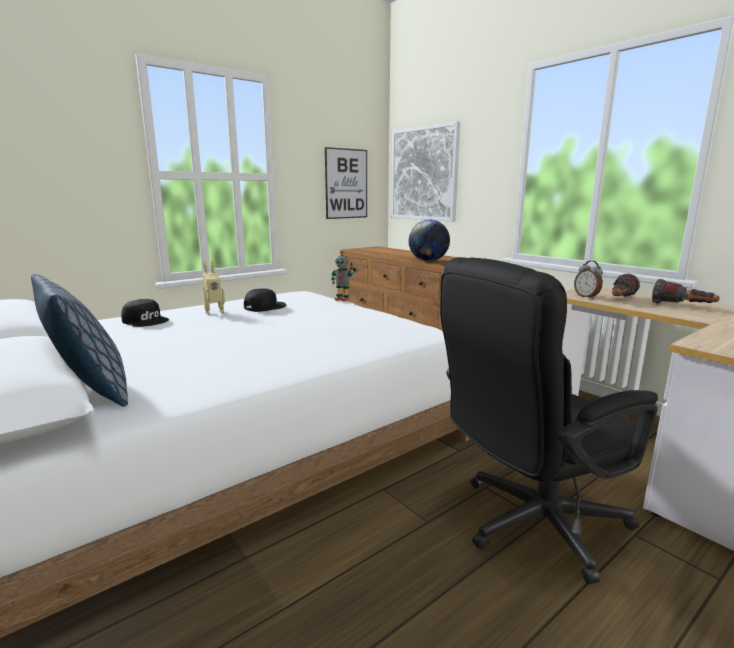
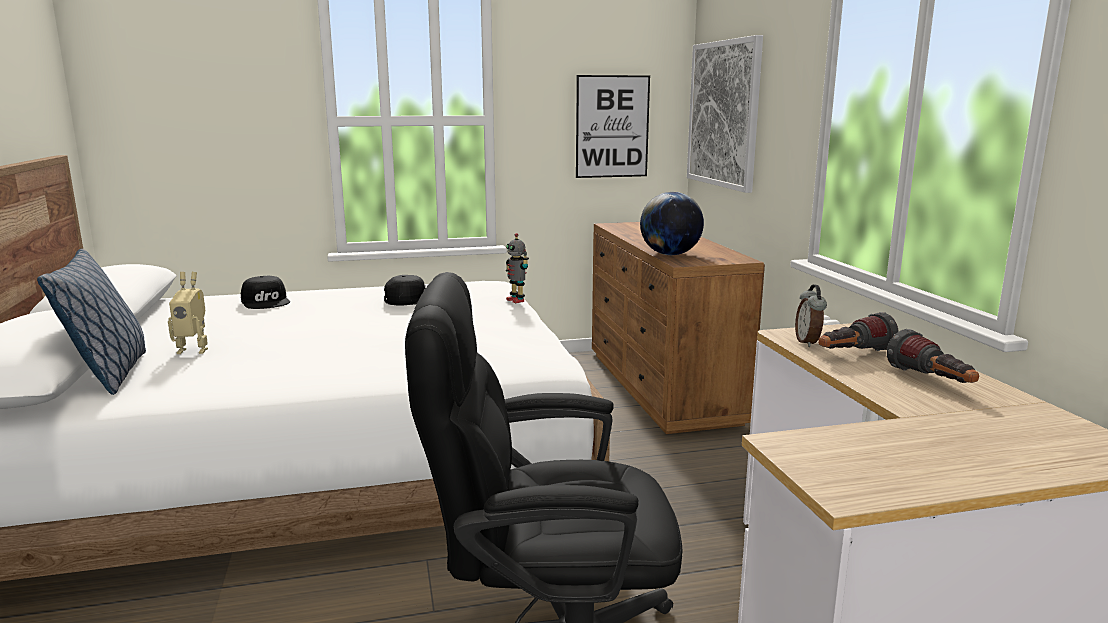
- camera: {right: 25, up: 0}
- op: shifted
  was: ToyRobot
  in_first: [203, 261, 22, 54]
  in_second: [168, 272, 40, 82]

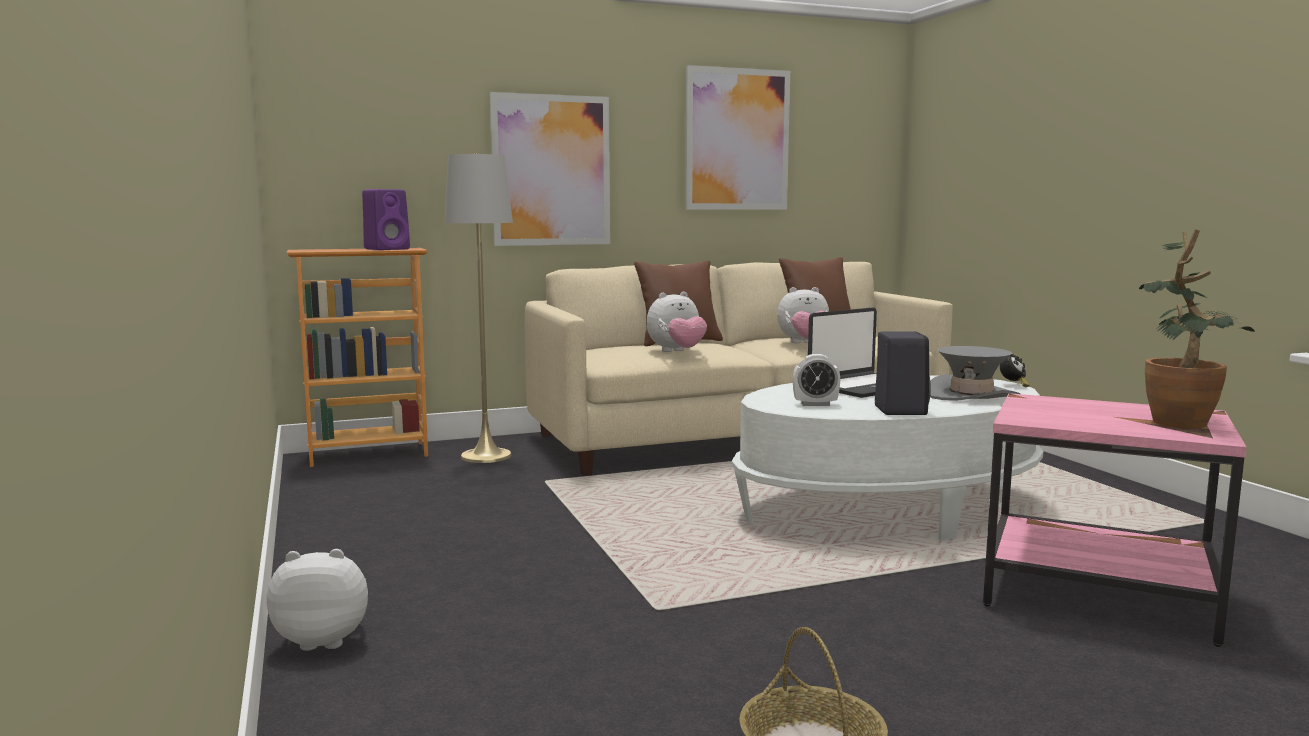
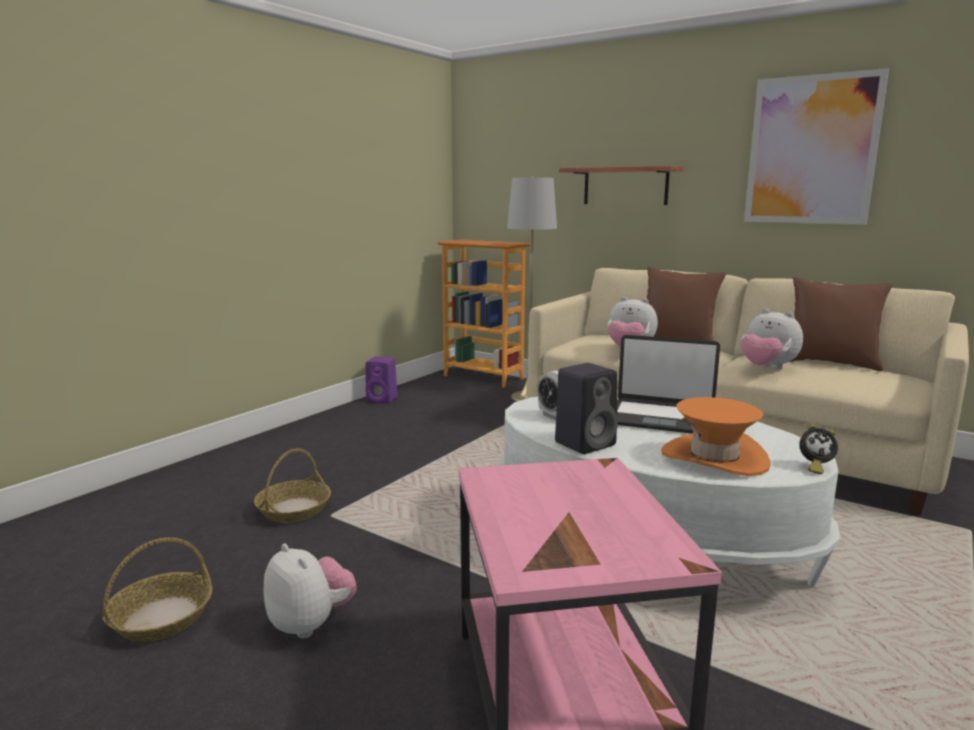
- camera: {right: 55, up: 5}
- op: swapped
  was: Picture
  now: Shelf
  in_first: [489, 92, 121, 154]
  in_second: [559, 166, 124, 39]
- op: shifted
  was: PurpleSpeaker
  in_first: [362, 189, 48, 61]
  in_second: [365, 356, 32, 48]
- op: gone
  was: PottedPlant
  in_first: [1139, 229, 116, 200]
- op: repainted
  was: GreyHat
  now: OrangeHat
  in_first: [930, 346, 90, 55]
  in_second: [661, 397, 110, 79]
- op: shifted
  was: PlushToy
  in_first: [267, 549, 101, 102]
  in_second: [263, 544, 94, 94]
- op: new
  now: Basket
  in_second: [254, 448, 77, 75]

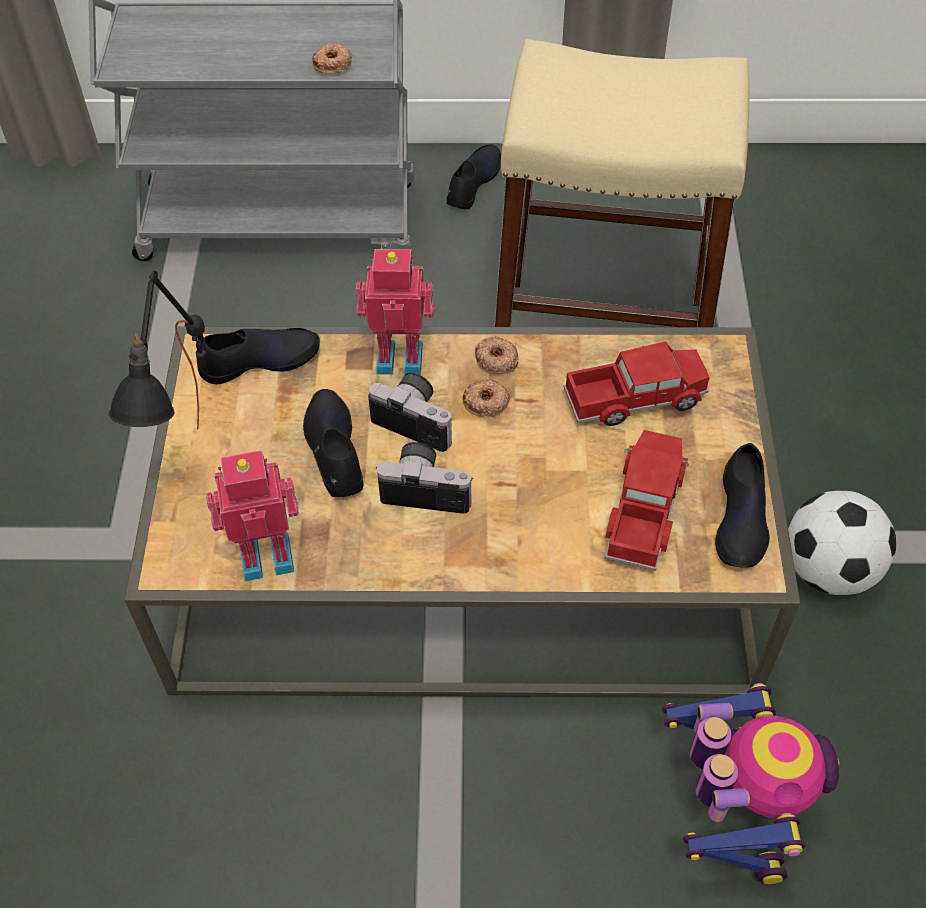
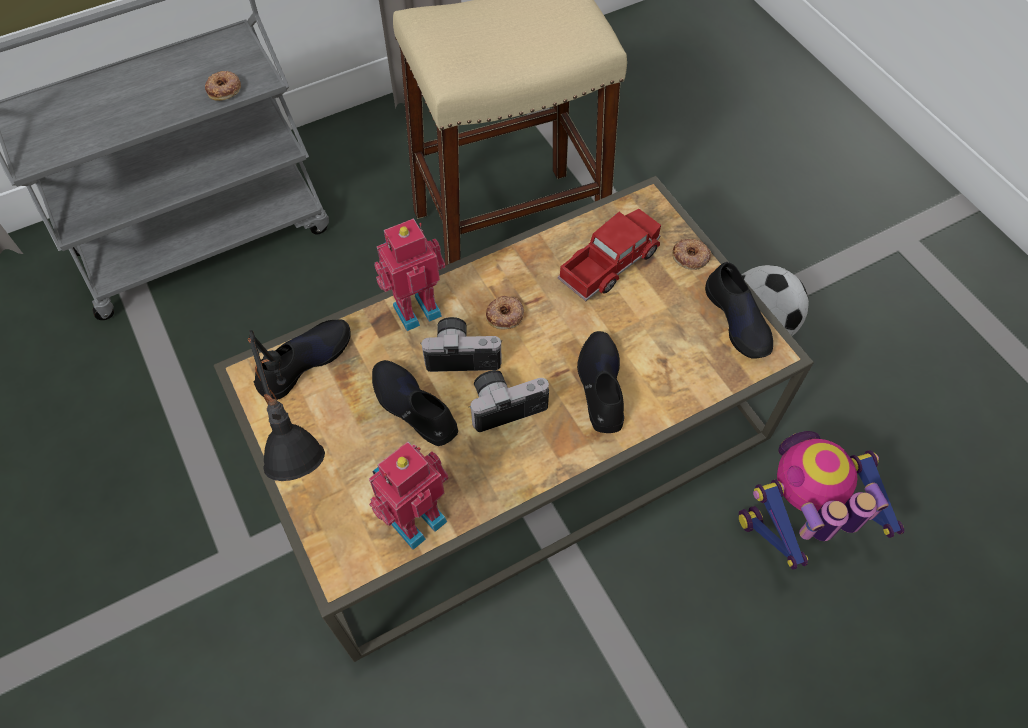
- camera: {right: -30, up: 5}
- op: shifted
  was: BlackShoe
  in_first: [447, 144, 54, 66]
  in_second: [577, 331, 47, 102]
- op: shifted
  was: Donut
  in_first: [475, 336, 43, 38]
  in_second: [672, 239, 39, 31]
- op: gone
  was: ToyTruck
  in_first: [605, 430, 84, 141]
- op: rotated
  was: ToyRobot
  in_first: [662, 683, 177, 201]
  in_second: [739, 431, 165, 139]
  clockwise: -75

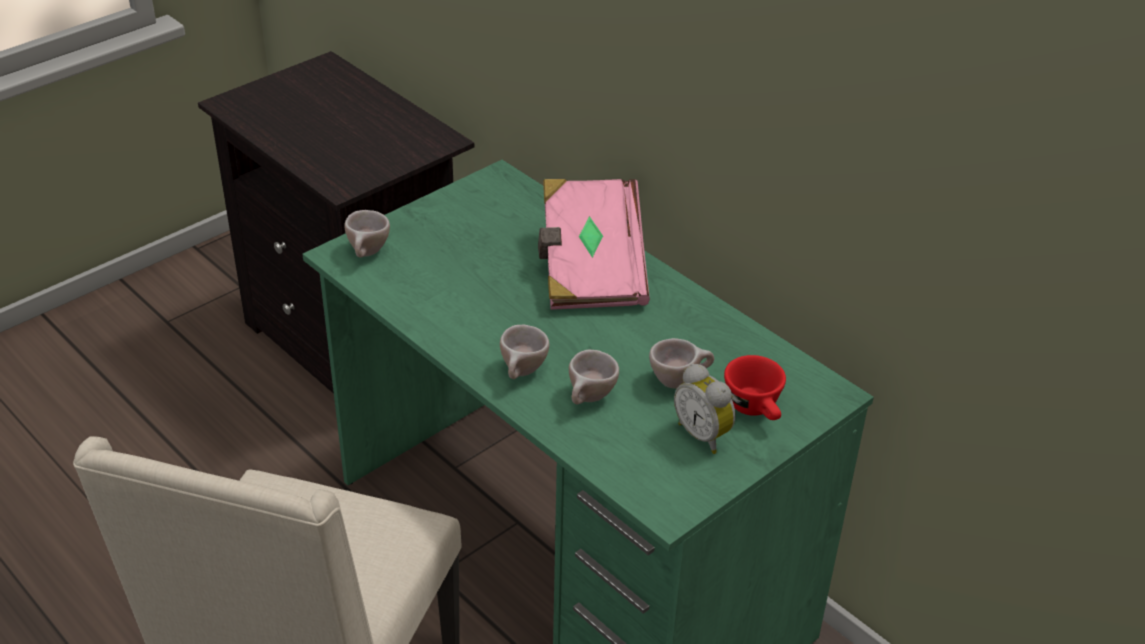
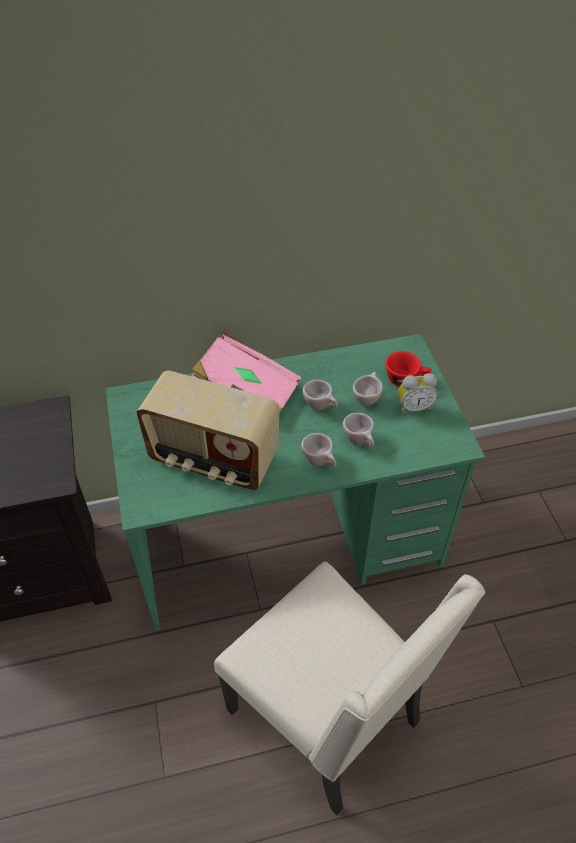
- camera: {right: -60, up: 10}
- op: shifted
  was: BeigeCup
  in_first: [344, 210, 46, 47]
  in_second: [302, 380, 36, 30]
- op: new
  now: Radio
  in_second: [137, 370, 142, 120]

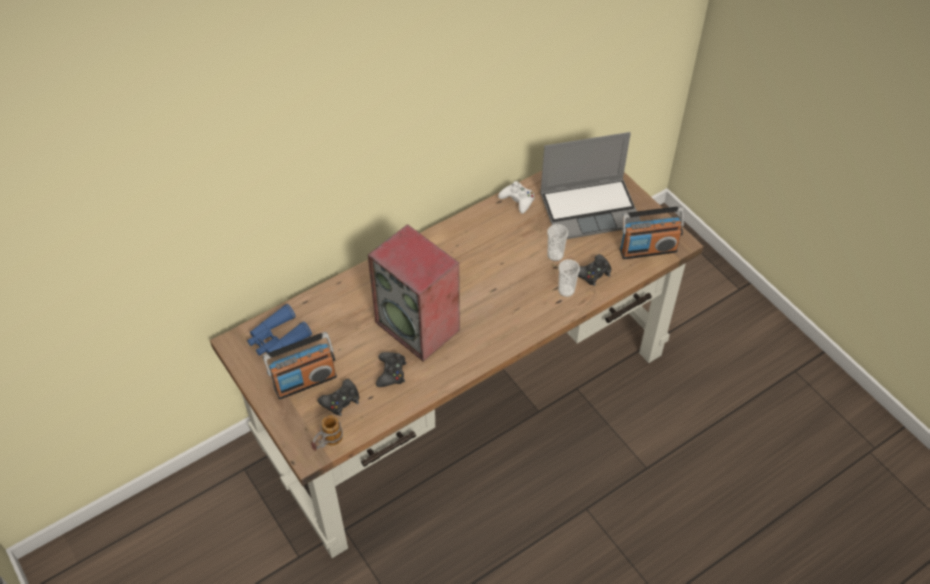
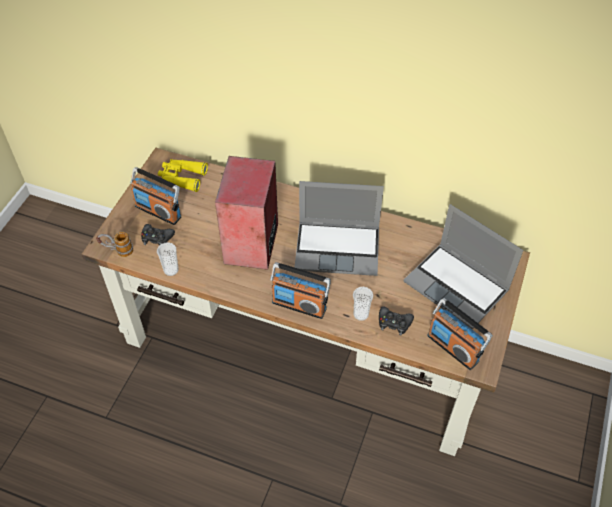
- camera: {right: 55, up: 0}
- op: gone
  was: WhiteGameController
  in_first: [498, 181, 36, 33]
- op: shifted
  was: Cup
  in_first: [547, 224, 21, 37]
  in_second: [157, 242, 22, 34]
- op: repainted
  was: BlueBinoculars
  now: YellowBinoculars
  in_first: [247, 304, 65, 52]
  in_second: [158, 159, 50, 33]
- op: gone
  was: BlackGameController
  in_first: [376, 352, 30, 35]
- op: new
  now: Laptop
  in_second: [294, 181, 90, 95]
- op: new
  now: Radio
  in_second: [271, 262, 60, 57]

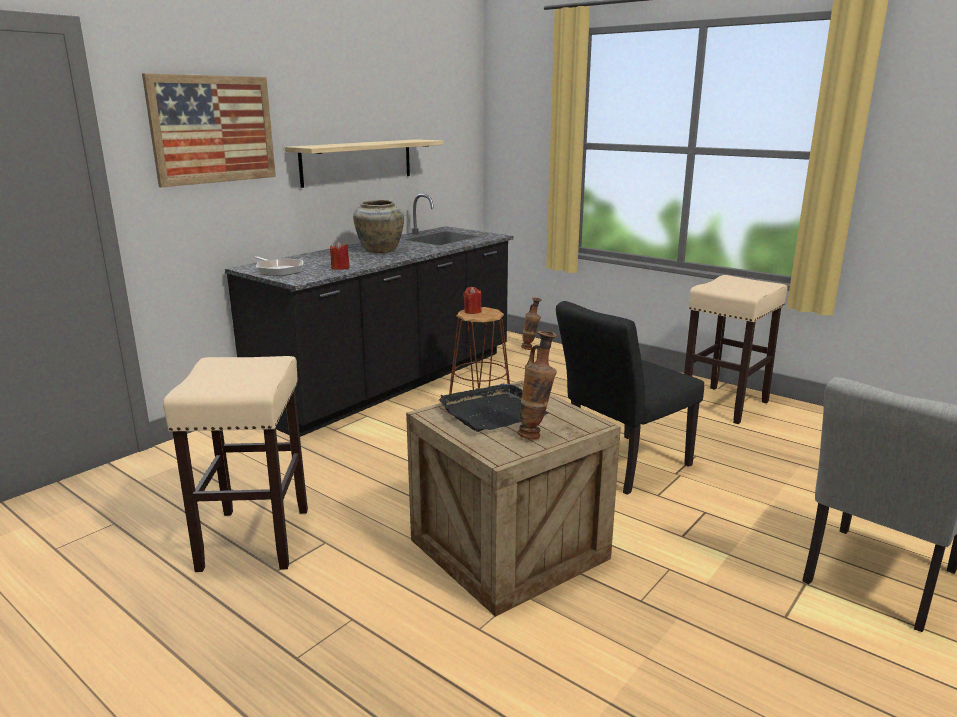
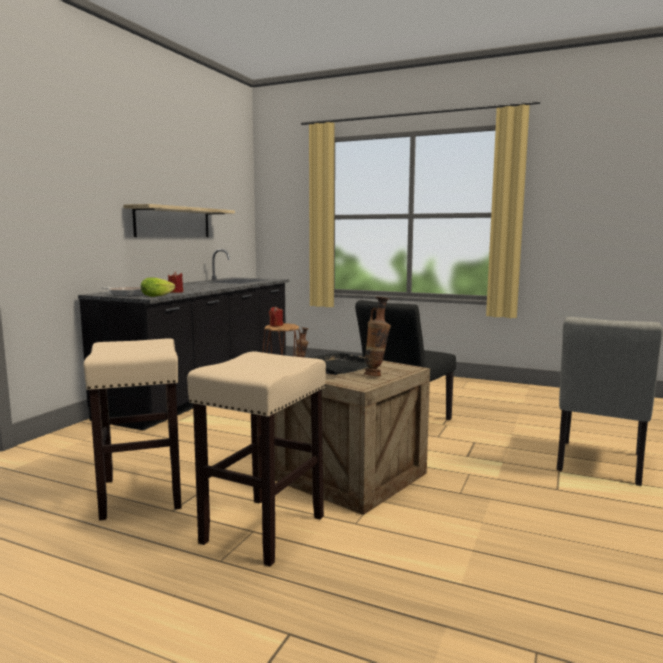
- camera: {right: -15, up: -10}
- op: gone
  was: Picture
  in_first: [142, 73, 134, 114]
- op: gone
  was: BeigeVase
  in_first: [353, 200, 51, 53]
- op: shifted
  was: BeigeStool
  in_first: [684, 275, 104, 149]
  in_second: [187, 352, 139, 214]
- op: new
  now: Lettuce
  in_second: [141, 278, 34, 19]

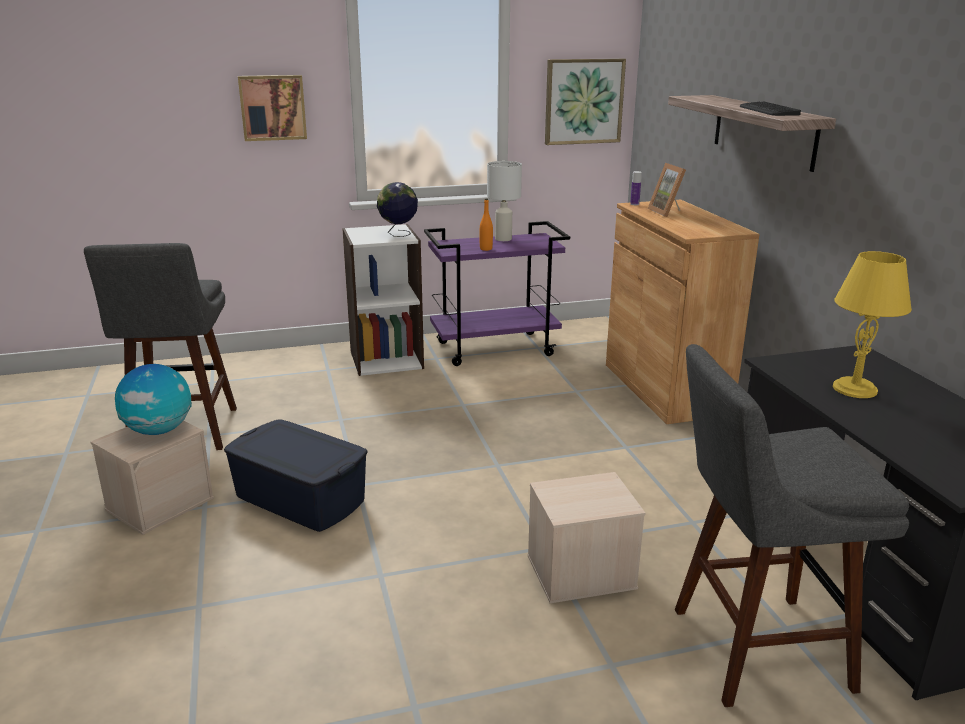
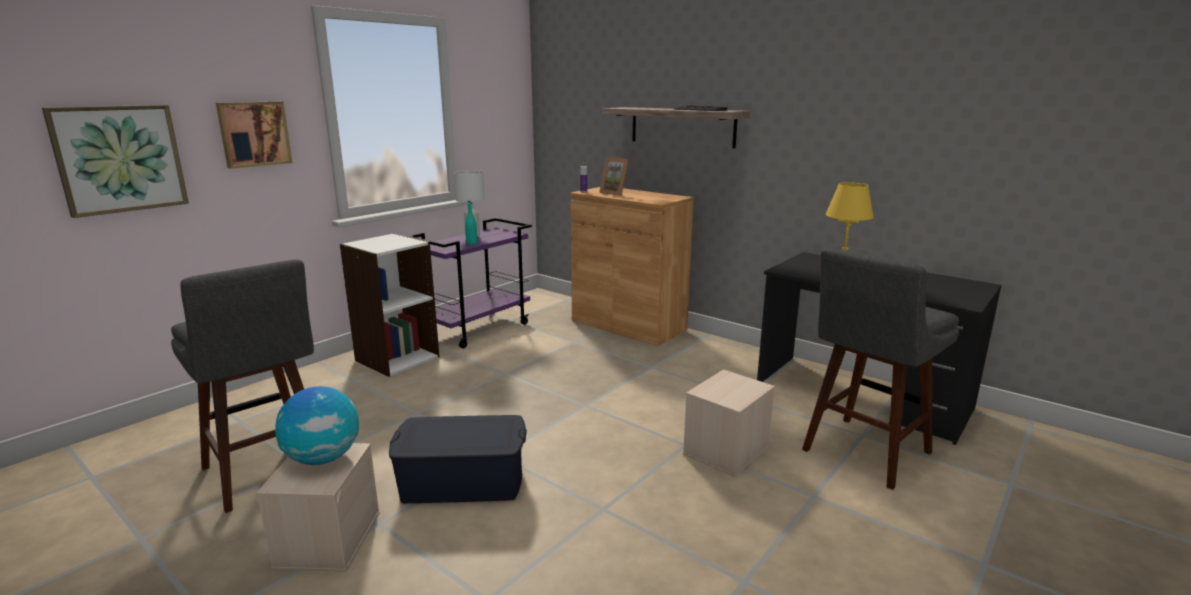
- camera: {right: -35, up: -5}
- op: shifted
  was: Picture
  in_first: [545, 58, 81, 87]
  in_second: [42, 105, 147, 113]
- op: gone
  was: Globe
  in_first: [377, 182, 41, 55]
- op: repainted
  was: OrangeBottle
  now: TurquoiseBottle
  in_first: [480, 199, 13, 52]
  in_second: [465, 201, 12, 44]

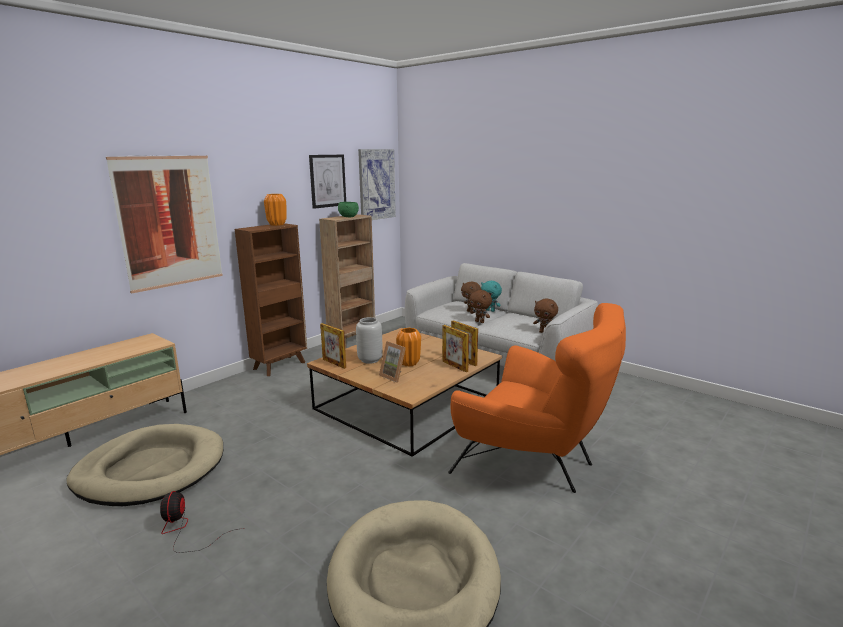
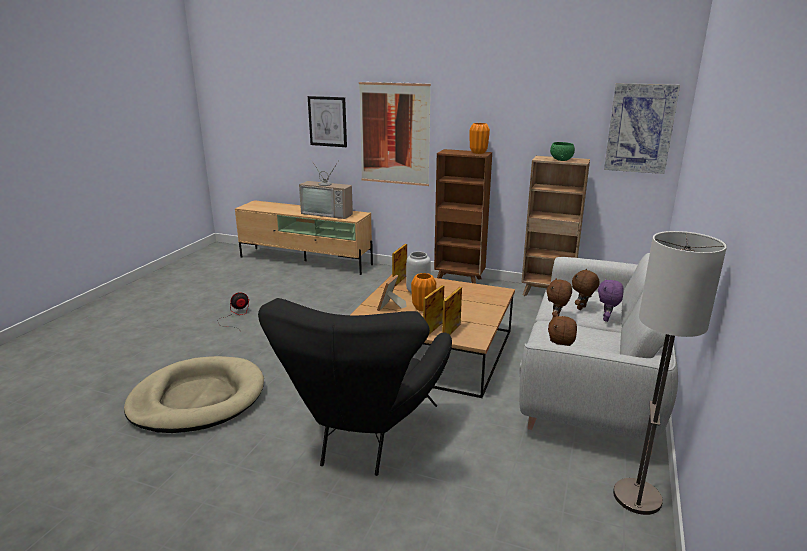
- camera: {right: 70, up: 5}
- op: shifted
  was: Picture
  in_first: [309, 155, 37, 54]
  in_second: [308, 96, 39, 51]
- op: repainted
  was: TurquoisePlushToy
  now: PurplePlushToy
  in_first: [481, 281, 21, 31]
  in_second: [598, 278, 26, 44]
- op: repainted
  was: OrangeArmchair
  now: BlackArmchair
  in_first: [448, 303, 178, 190]
  in_second: [258, 298, 194, 178]
- op: gone
  was: BeigeDogBed
  in_first: [66, 424, 157, 82]
- op: new
  now: Television
  in_second: [299, 160, 54, 59]
- op: new
  now: FloorLamp
  in_second: [613, 231, 114, 284]

